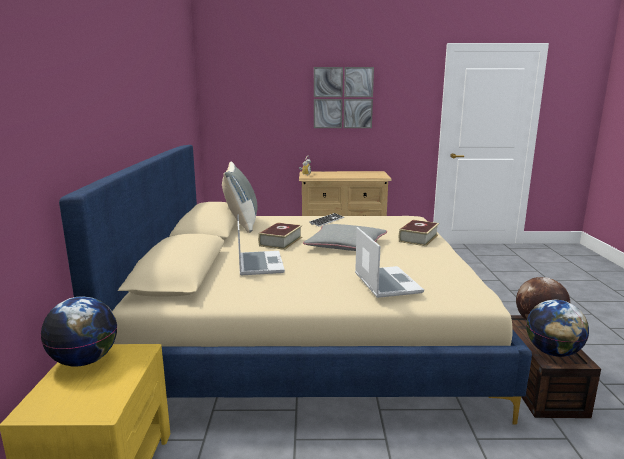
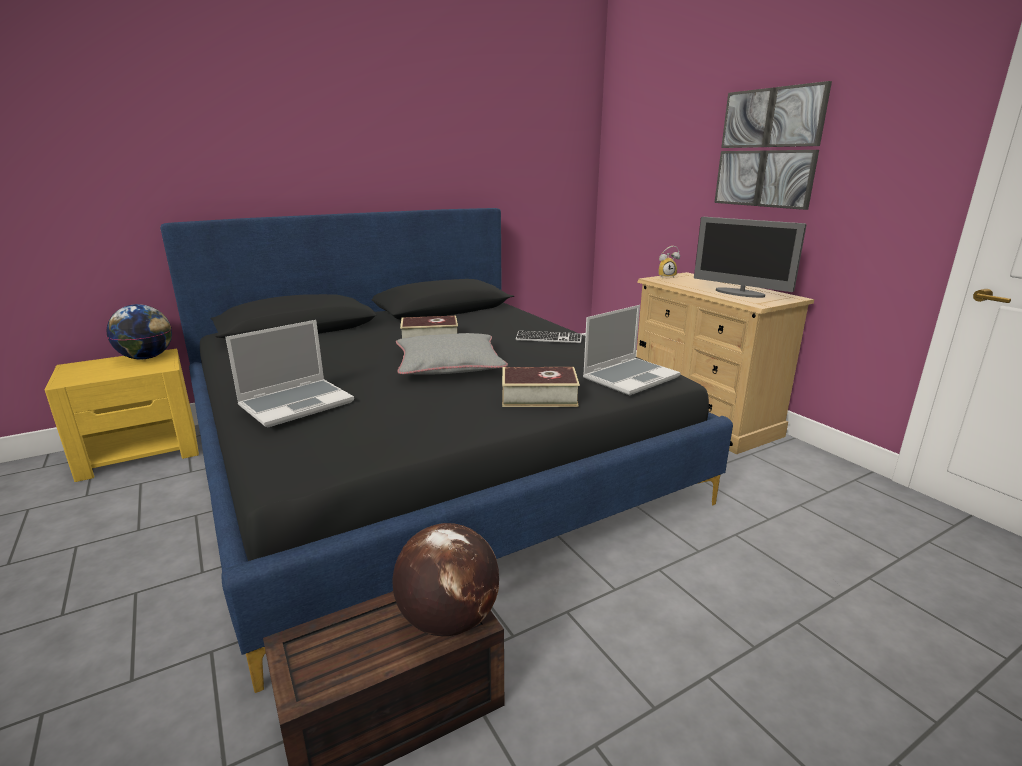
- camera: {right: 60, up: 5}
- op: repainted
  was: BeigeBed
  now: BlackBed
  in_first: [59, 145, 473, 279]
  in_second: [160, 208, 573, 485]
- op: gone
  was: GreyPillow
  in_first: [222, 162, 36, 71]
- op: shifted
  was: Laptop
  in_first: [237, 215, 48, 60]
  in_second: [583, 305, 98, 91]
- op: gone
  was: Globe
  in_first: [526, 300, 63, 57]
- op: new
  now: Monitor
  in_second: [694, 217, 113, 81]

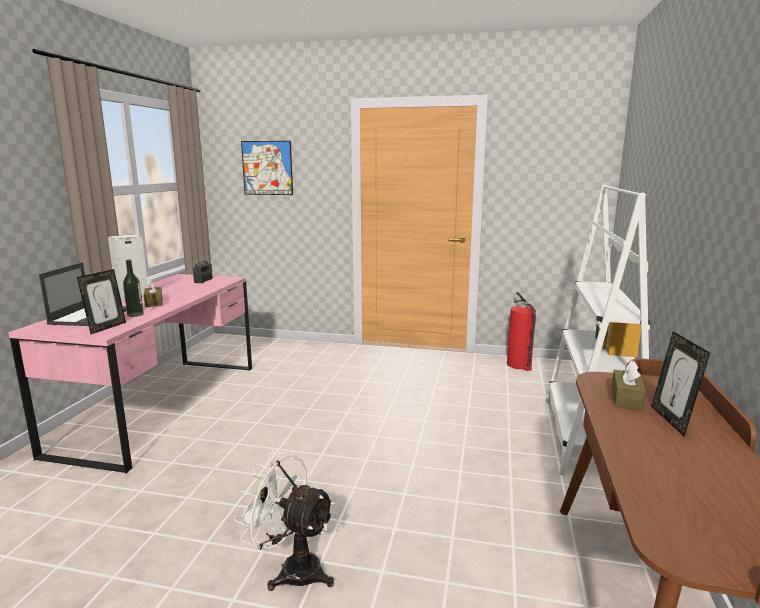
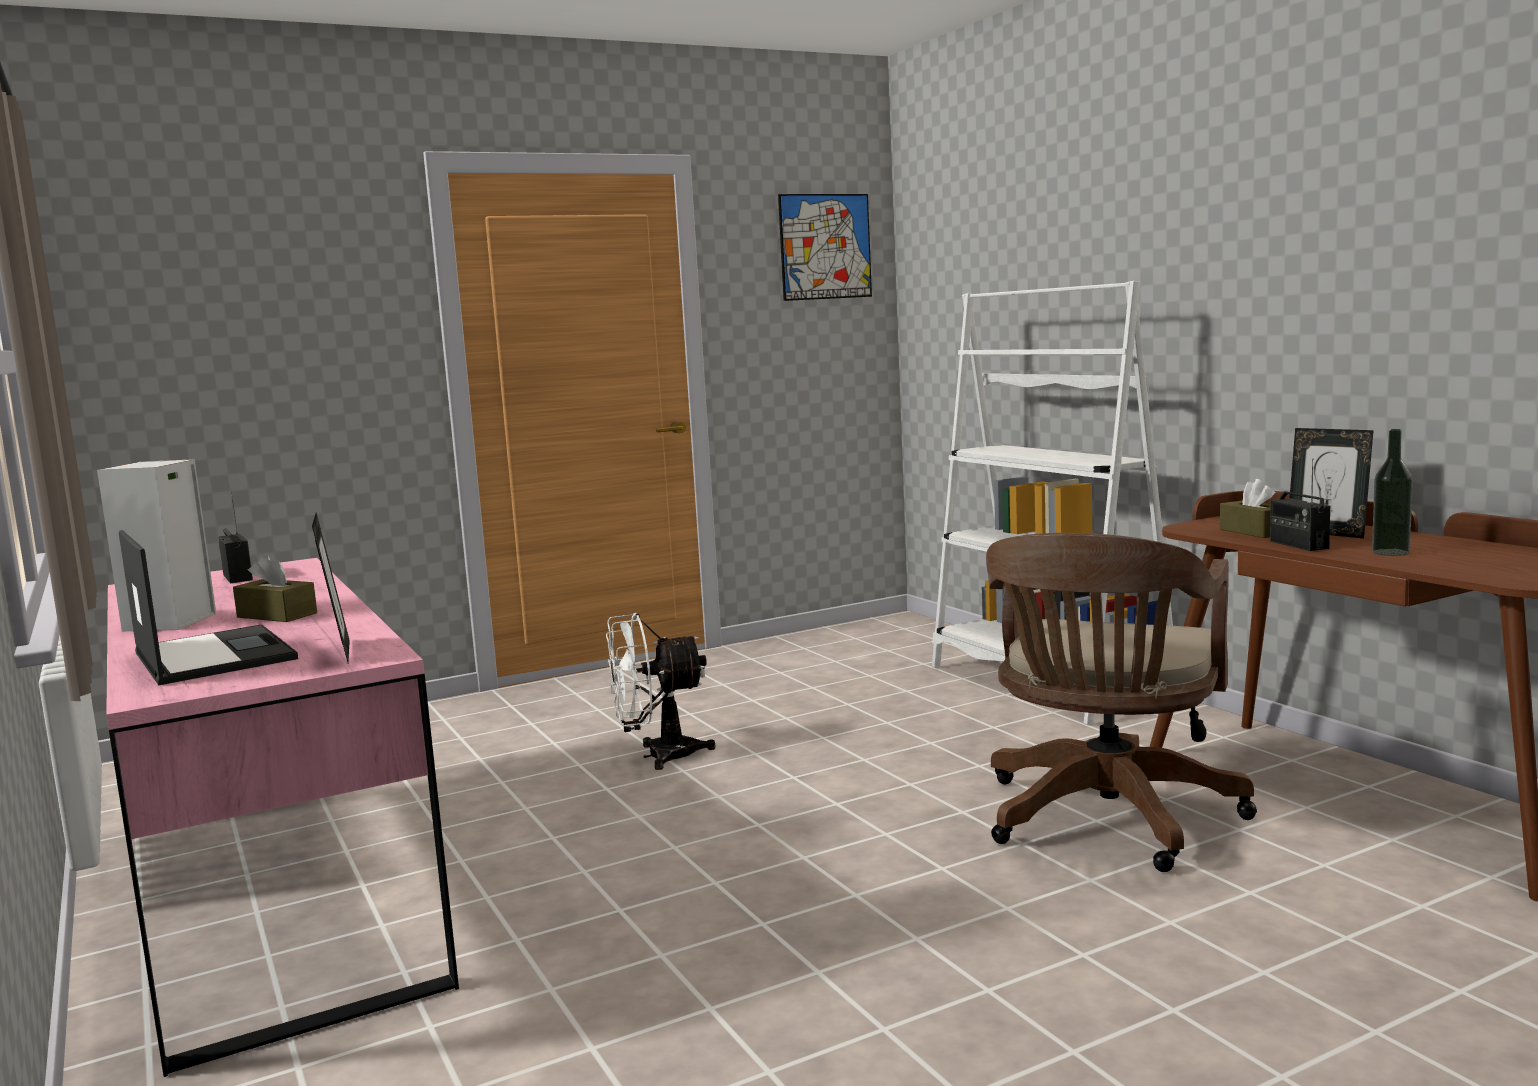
- camera: {right: -40, up: -5}
- op: shifted
  was: Picture
  in_first: [241, 141, 52, 54]
  in_second: [778, 194, 94, 107]
- op: shifted
  was: Bottle
  in_first: [123, 259, 21, 58]
  in_second: [1372, 429, 41, 127]
- op: gone
  was: FireExtinguisher
  in_first: [507, 292, 29, 79]
- op: shifted
  was: WhiteFan
  in_first: [234, 451, 101, 140]
  in_second: [606, 613, 110, 157]
- op: new
  now: Radio
  in_second: [1270, 458, 60, 93]
- op: new
  now: BrownOfficeChair
  in_second: [986, 533, 271, 339]

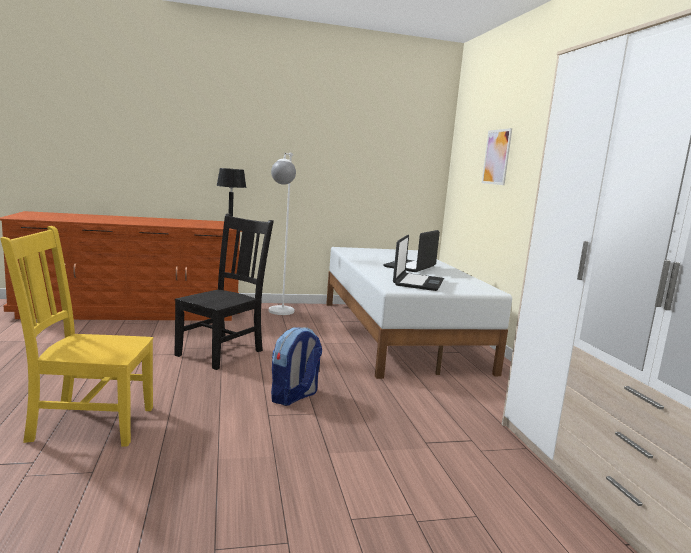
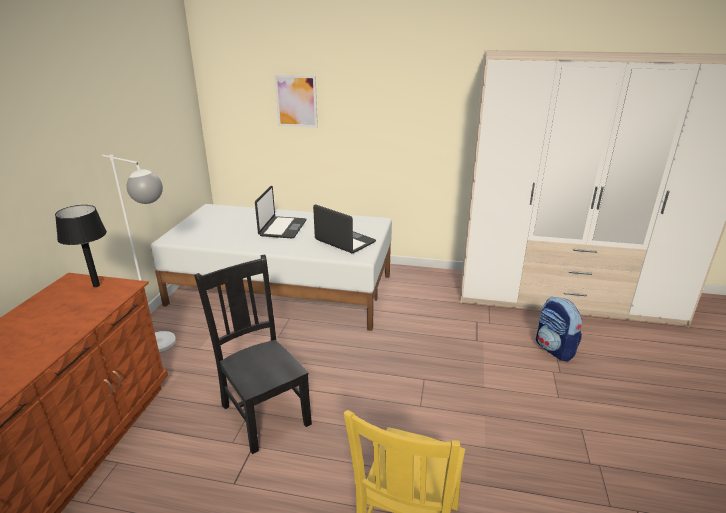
- camera: {right: -65, up: 15}
- op: rotated
  was: Laptop
  in_first: [383, 230, 57, 42]
  in_second: [255, 186, 52, 52]
  clockwise: -135
- op: shifted
  was: Backpack
  in_first: [271, 327, 51, 79]
  in_second: [536, 297, 46, 65]

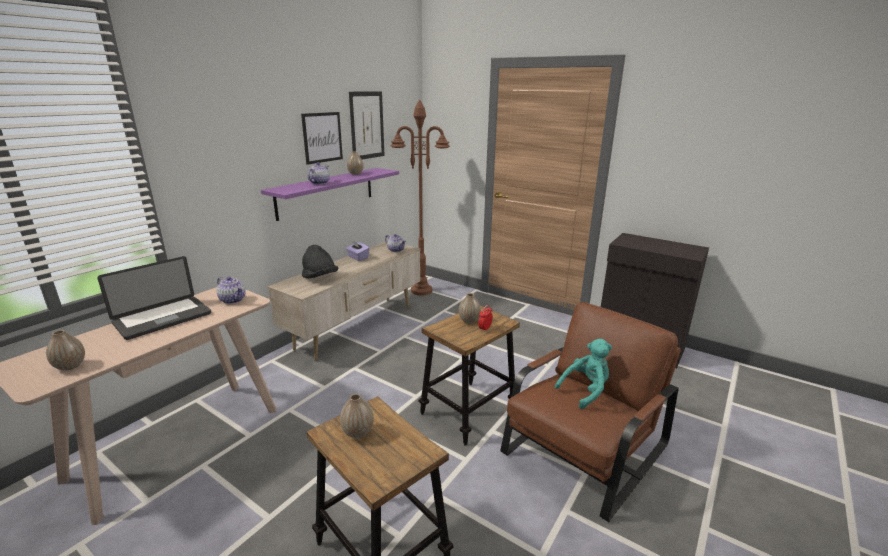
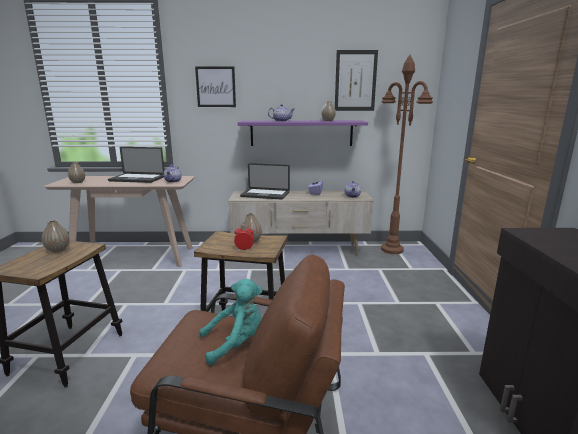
- camera: {right: 55, up: -5}
- op: shifted
  was: Picture
  in_first: [301, 112, 42, 53]
  in_second: [195, 67, 41, 40]
- op: swapped
  was: BlackHat
  now: Laptop
  in_first: [302, 245, 36, 33]
  in_second: [240, 163, 50, 37]
- op: rotated
  was: TurquoisePlushToy
  in_first: [555, 339, 57, 70]
  in_second: [199, 279, 63, 86]
  clockwise: -45

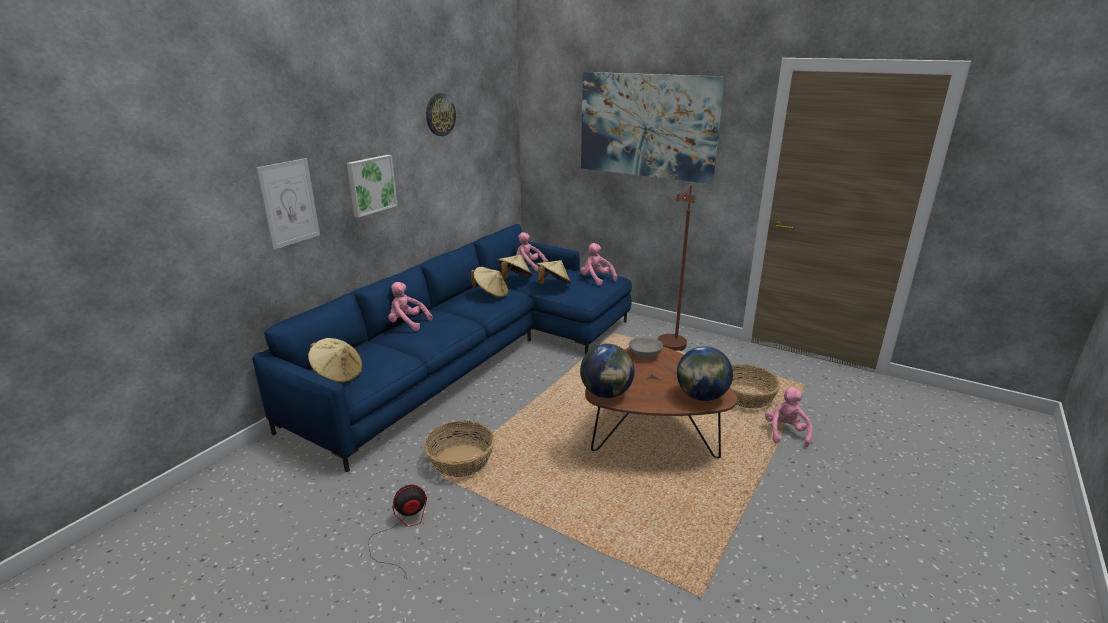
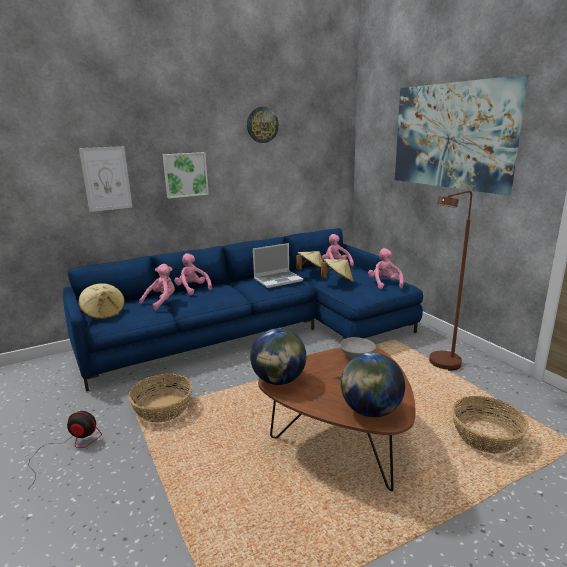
- camera: {right: 30, up: -5}
- op: swapped
  was: BeigeHat
  now: Laptop
  in_first: [471, 267, 38, 31]
  in_second: [253, 243, 50, 45]
- op: shifted
  was: PinkPlushToy
  in_first: [765, 387, 48, 60]
  in_second: [139, 264, 36, 46]

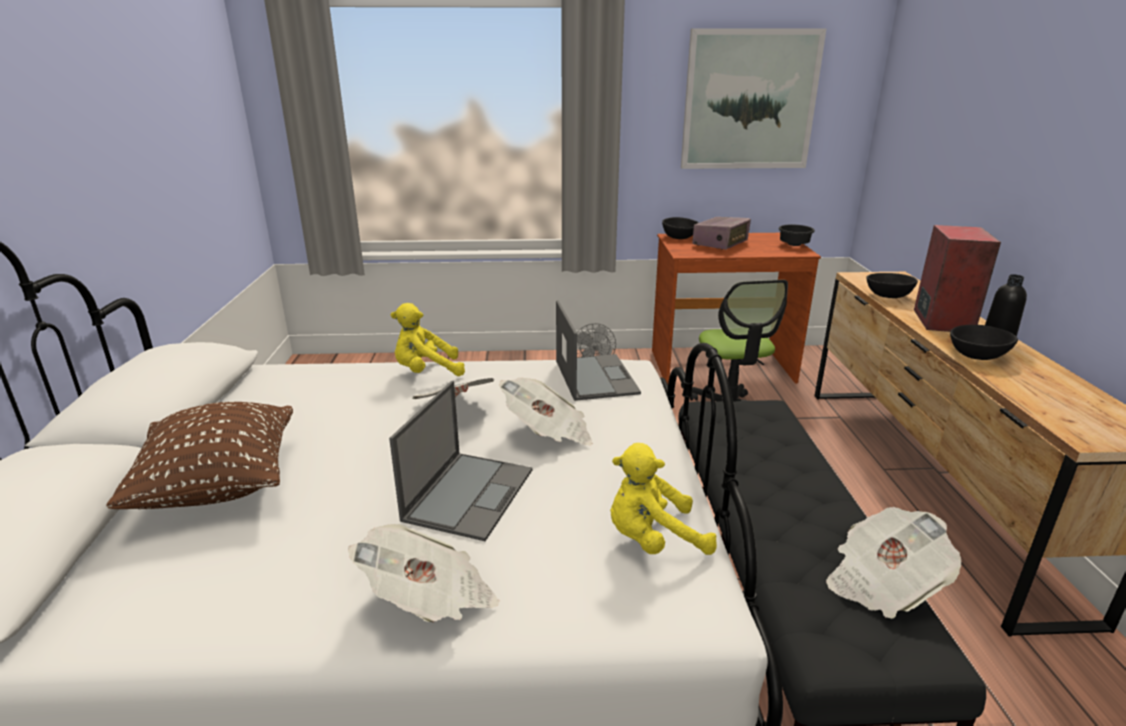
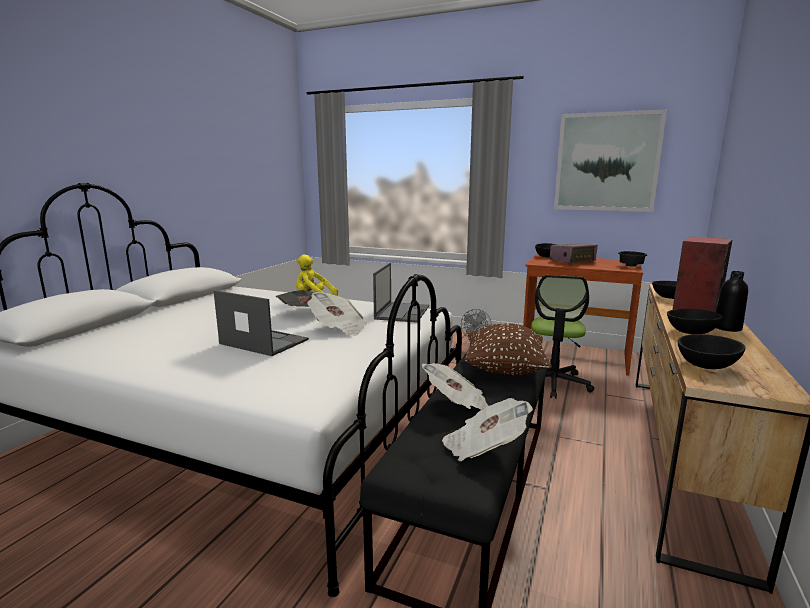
- camera: {right: 25, up: -10}
- op: rotated
  was: Laptop
  in_first: [389, 381, 143, 160]
  in_second: [214, 290, 95, 66]
  clockwise: -105
- op: shifted
  was: BrownPillow
  in_first: [106, 402, 187, 107]
  in_second: [464, 323, 88, 52]
- op: gone
  was: YellowPlushToy
  in_first: [610, 443, 107, 112]
- op: shifted
  was: Newspaper
  in_first: [348, 524, 151, 98]
  in_second: [422, 363, 66, 47]
- op: new
  now: BlackBowl
  in_second: [678, 334, 67, 35]

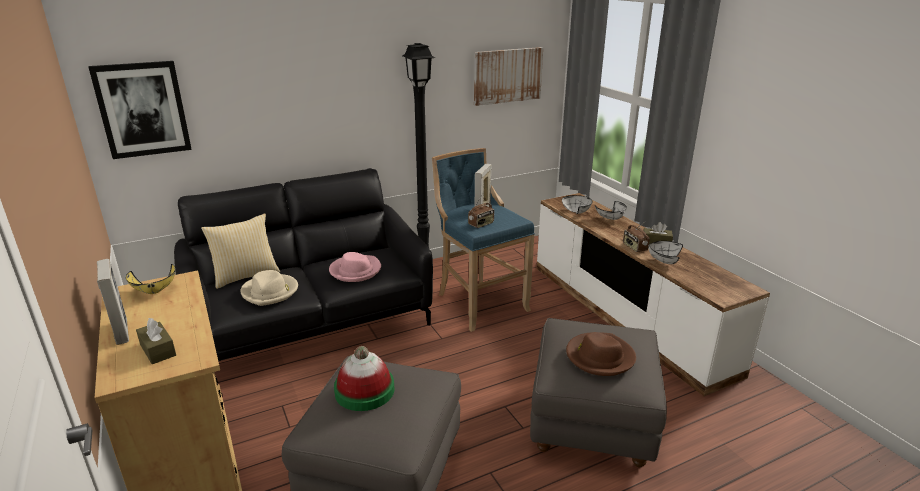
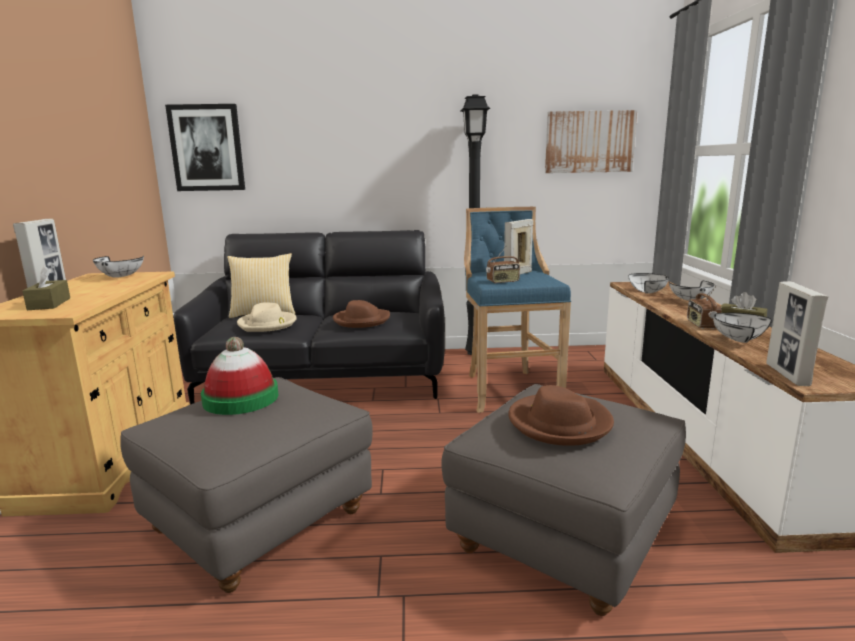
- camera: {right: 25, up: -10}
- op: repainted
  was: PinkHat
  now: BrownHat
  in_first: [329, 252, 52, 30]
  in_second: [333, 300, 57, 28]
- op: repainted
  was: YellowBowl
  now: WhiteBowl
  in_first: [126, 264, 50, 30]
  in_second: [93, 256, 51, 22]
- op: new
  now: PictureFrame
  in_second: [766, 281, 62, 105]

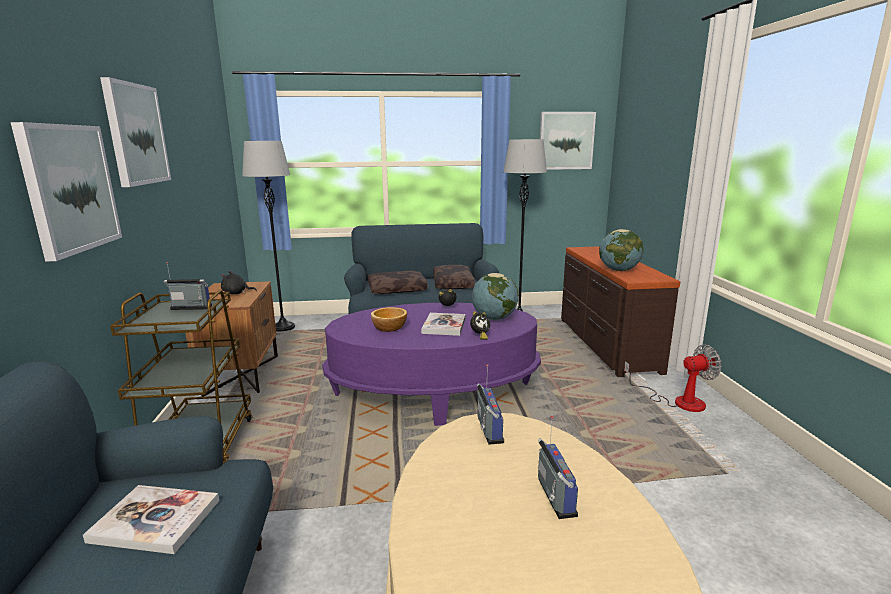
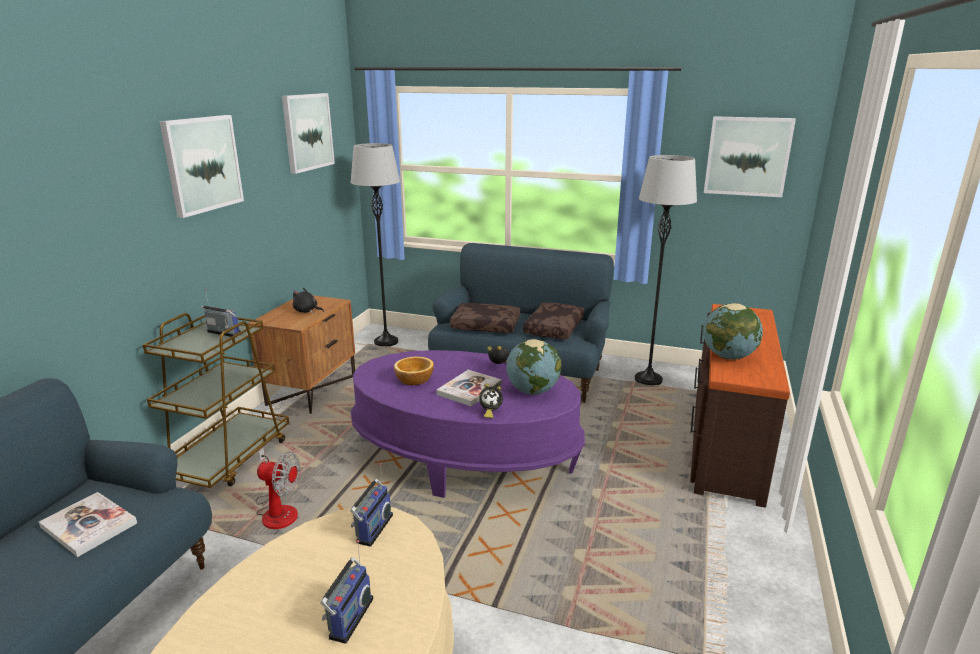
- camera: {right: 25, up: 5}
- op: shifted
  was: Picture
  in_first: [11, 122, 111, 140]
  in_second: [282, 93, 53, 81]
- op: shifted
  was: Fan
  in_first: [624, 344, 98, 68]
  in_second: [256, 448, 44, 81]

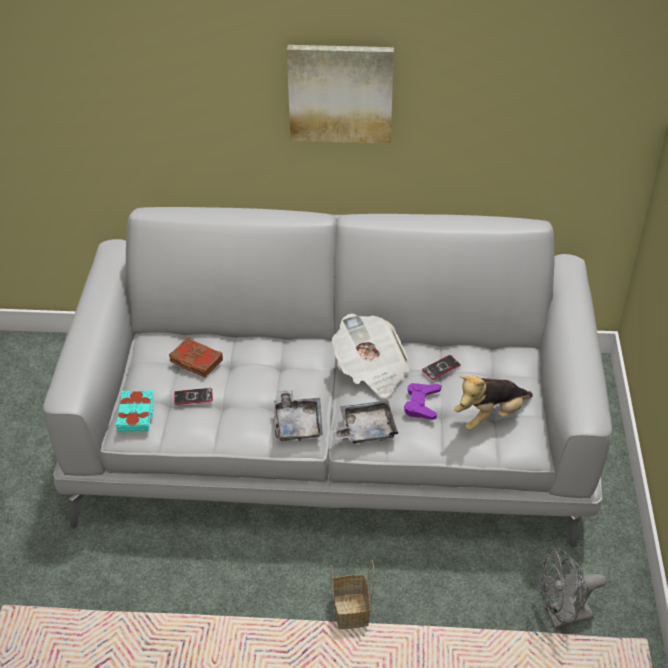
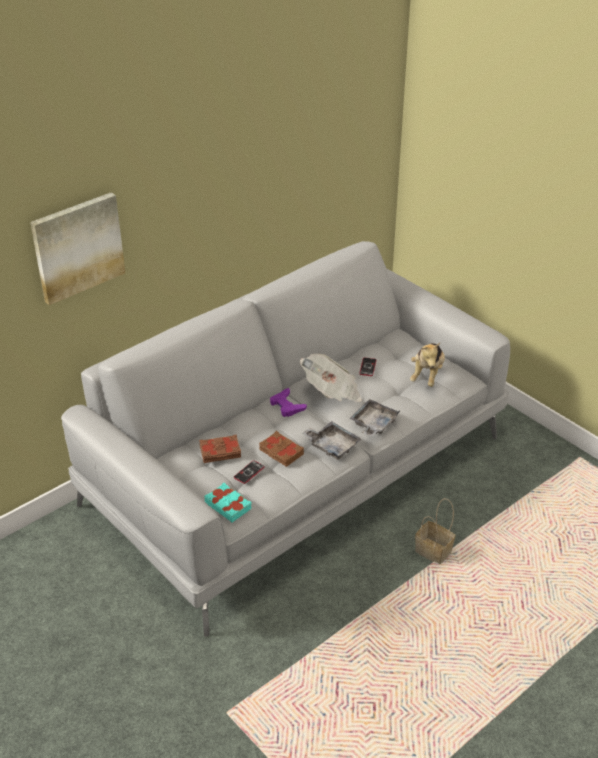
- camera: {right: -45, up: -5}
- op: shifted
  was: Picture
  in_first: [287, 45, 107, 99]
  in_second: [30, 192, 95, 113]
- op: shifted
  was: PurpleGameController
  in_first: [404, 383, 37, 37]
  in_second: [270, 388, 37, 29]
- op: gone
  was: GreyFan
  in_first: [538, 548, 68, 80]
- op: new
  now: BrownBook
  in_second: [259, 431, 45, 36]

